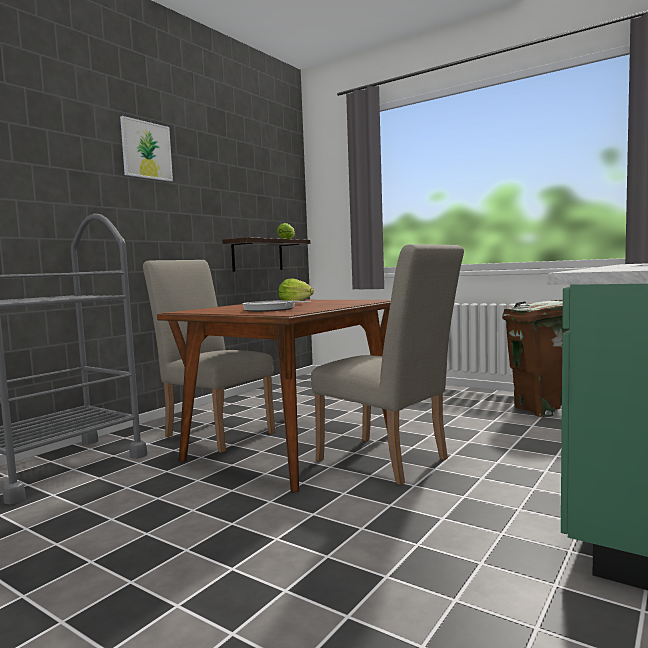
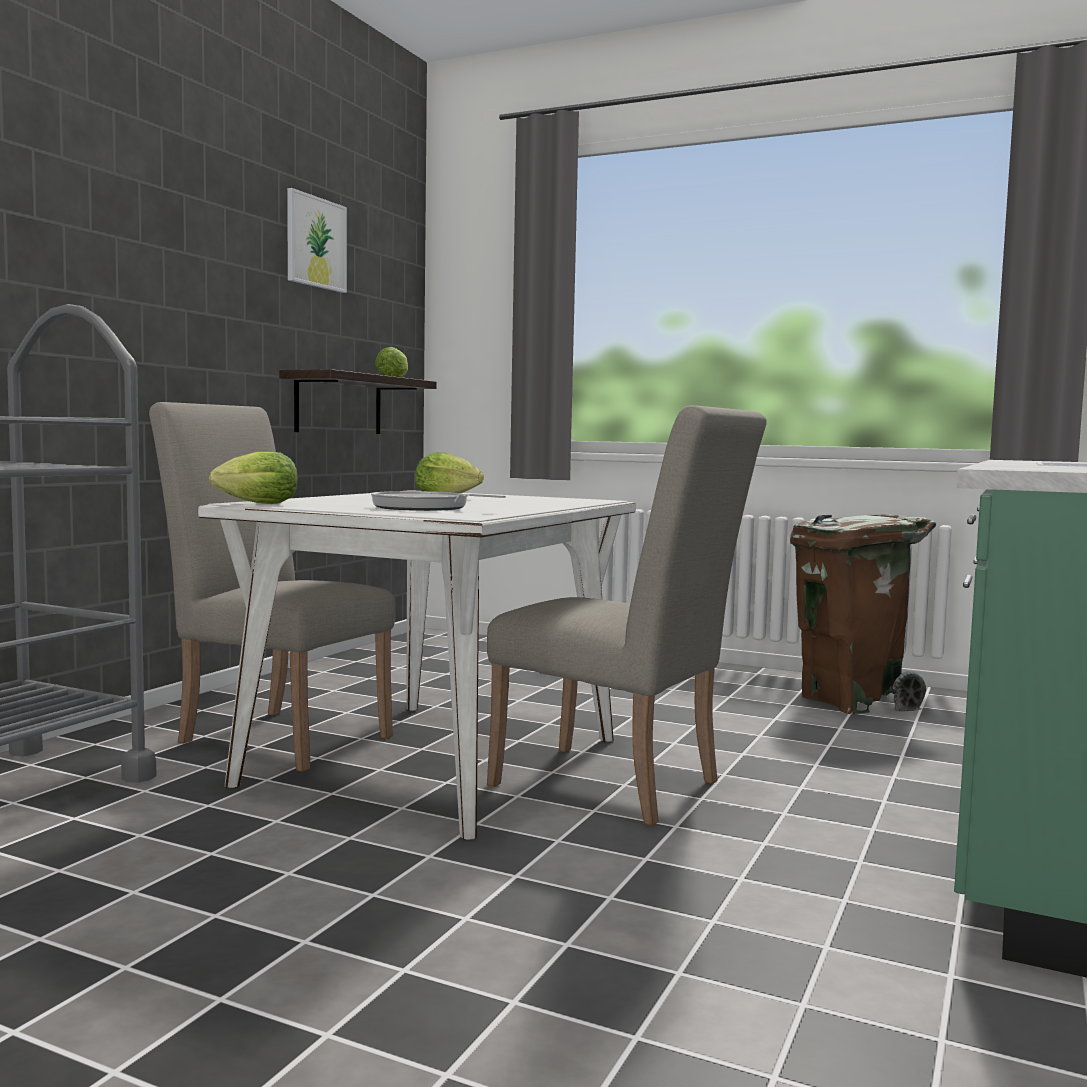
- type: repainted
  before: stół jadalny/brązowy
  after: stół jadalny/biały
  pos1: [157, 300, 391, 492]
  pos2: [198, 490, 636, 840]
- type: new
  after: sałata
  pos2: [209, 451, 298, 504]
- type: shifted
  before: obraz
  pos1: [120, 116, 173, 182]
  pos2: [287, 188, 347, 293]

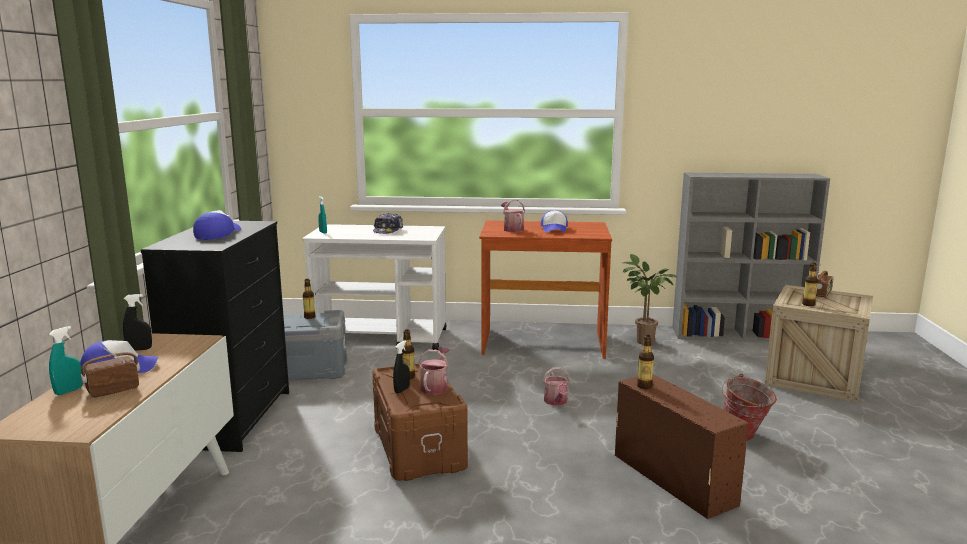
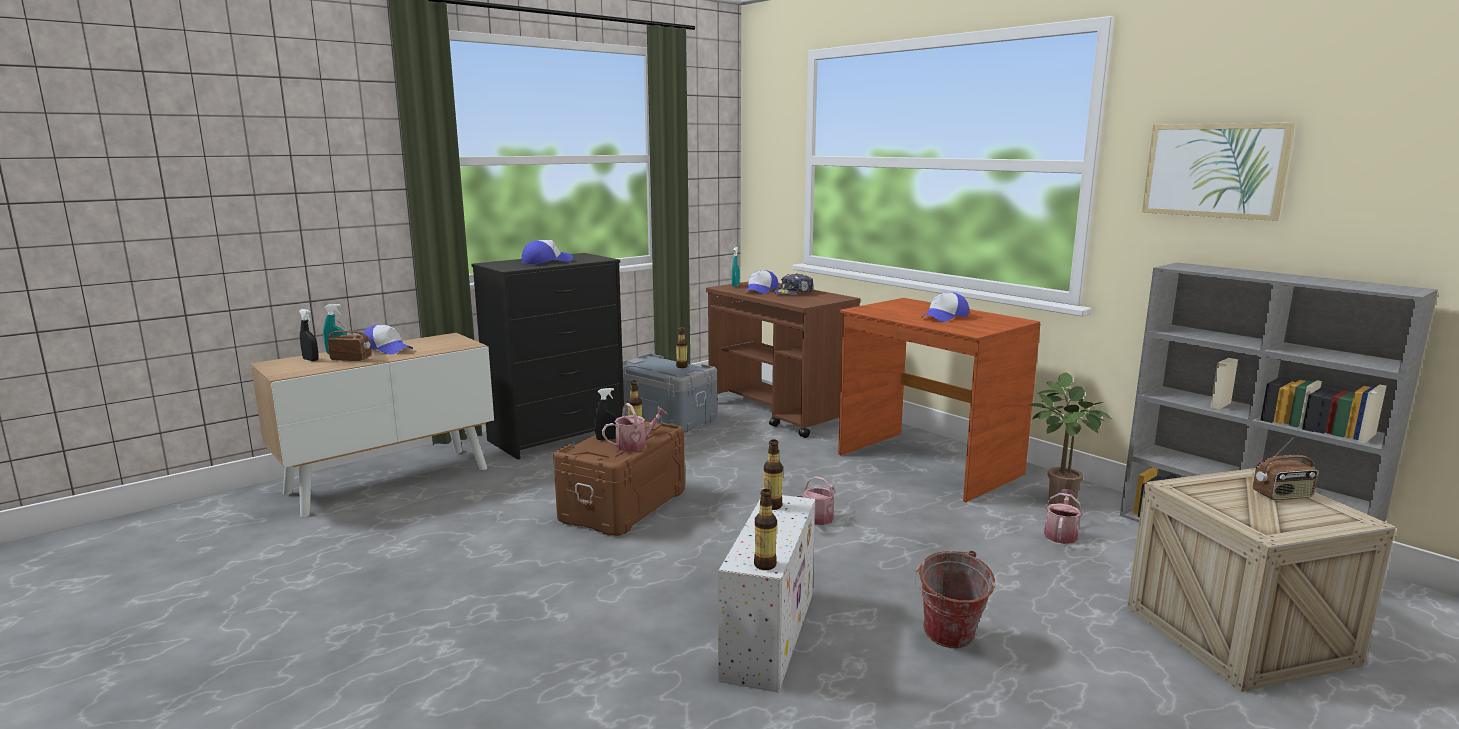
- type: shifted
  before: spryskiwacz/czarny
  pos1: [123, 294, 152, 351]
  pos2: [299, 309, 318, 361]
- type: repainted
  before: wózek/biały
  after: wózek/brązowy
  pos1: [302, 224, 446, 350]
  pos2: [706, 282, 861, 438]
- type: repainted
  before: pojemnik do przechowywania/brązowy
  after: pojemnik do przechowywania/biały
  pos1: [615, 375, 749, 519]
  pos2: [718, 495, 815, 692]
- type: new
  after: czapka z daszkiem
  pos2: [746, 270, 778, 294]
- type: shifted
  before: butelka
  pos1: [802, 263, 818, 306]
  pos2: [754, 489, 777, 570]
- type: shifted
  before: konewka
  pos1: [501, 200, 525, 232]
  pos2: [1044, 489, 1083, 544]
- type: new
  after: obraz
  pos2: [1142, 123, 1295, 221]

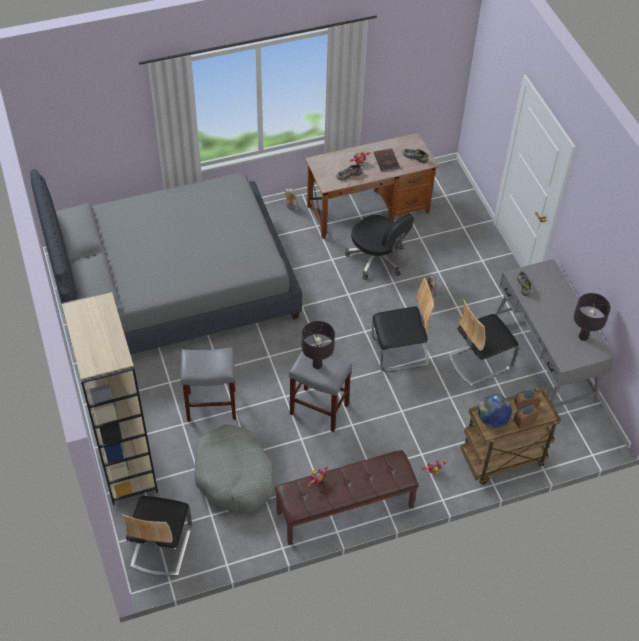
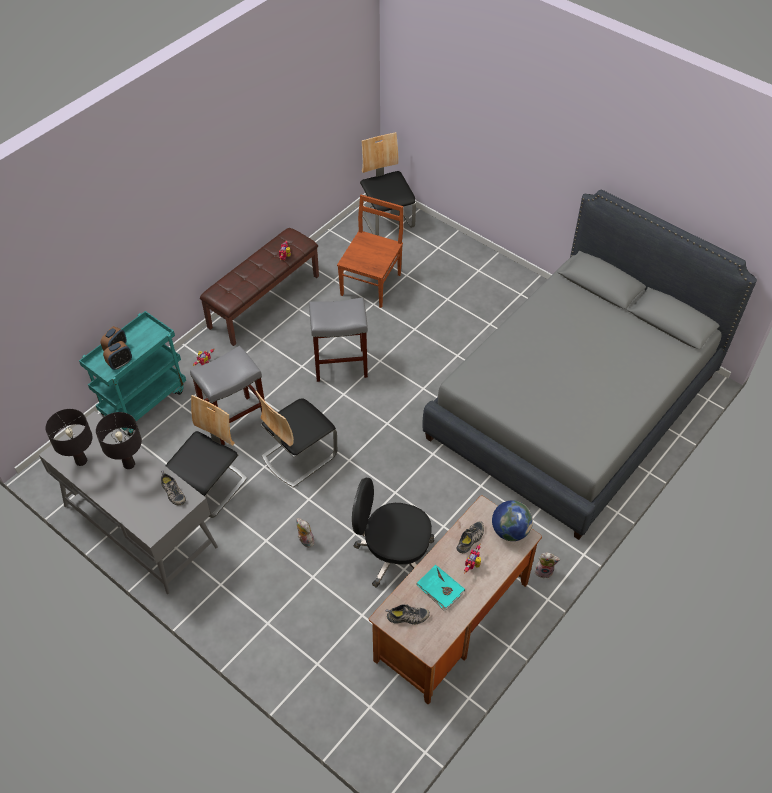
- type: repainted
  before: wózek/brązowy
  after: wózek/turkusowy
  pos1: [460, 388, 561, 485]
  pos2: [79, 311, 186, 436]
- type: shifted
  before: lampa stołowa/czarny
  pos1: [302, 321, 335, 369]
  pos2: [96, 412, 142, 469]
- type: shifted
  before: stołek/szary
  pos1: [181, 347, 236, 422]
  pos2: [190, 346, 265, 445]
- type: swapped
  before: legowisko/szary
  after: krzesło/brązowy
  pos1: [195, 425, 275, 513]
  pos2: [337, 195, 403, 308]
- type: repainted
  before: książka/brązowy
  after: książka/turkusowy
  pos1: [374, 148, 400, 172]
  pos2: [416, 565, 465, 611]
- type: shifted
  before: globus
  pos1: [478, 394, 512, 428]
  pos2: [492, 500, 533, 541]
- type: gone
  before: regał/beżowy
  pos1: [61, 291, 158, 505]

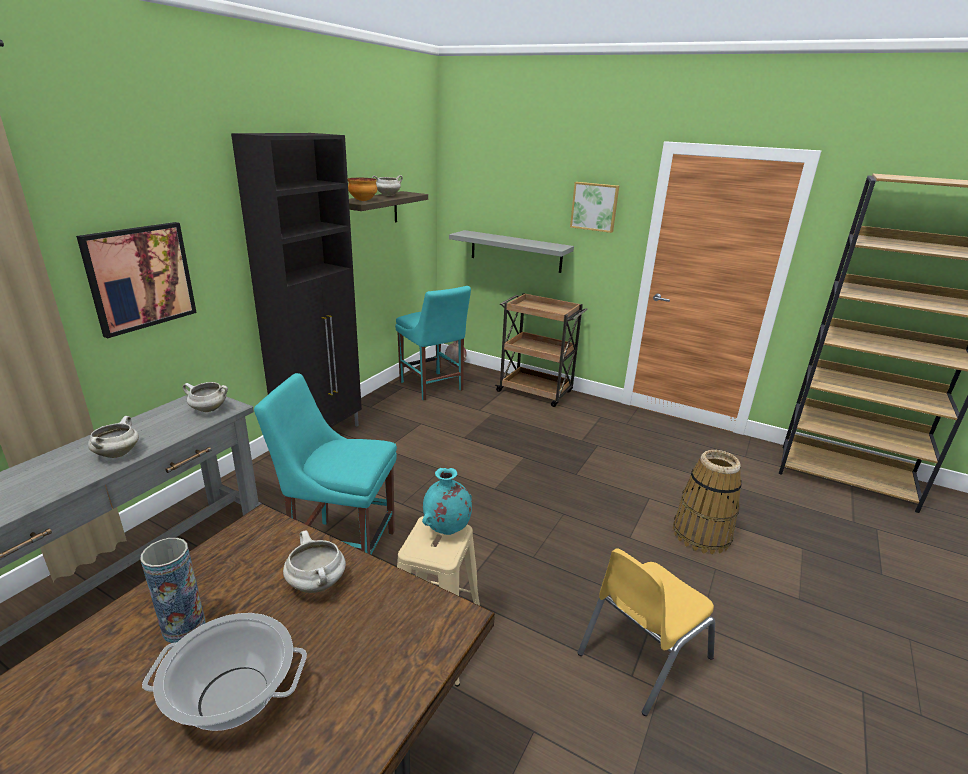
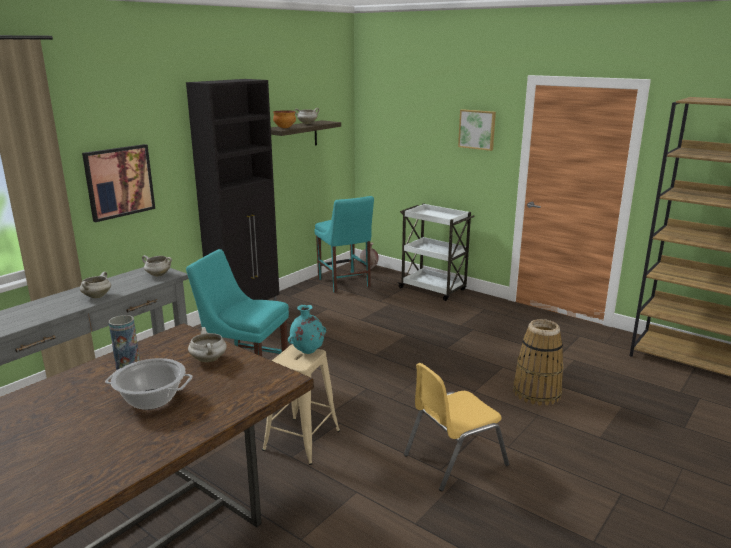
- type: repainted
  before: wózek/brązowy
  after: wózek/biały
  pos1: [494, 293, 588, 407]
  pos2: [397, 203, 475, 301]
- type: gone
  before: półka/szary
  pos1: [449, 230, 574, 273]

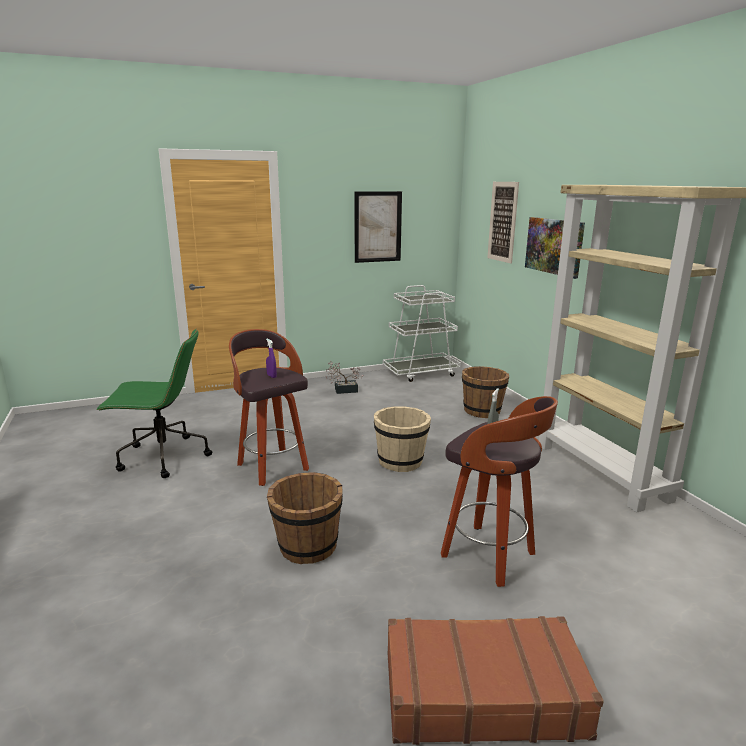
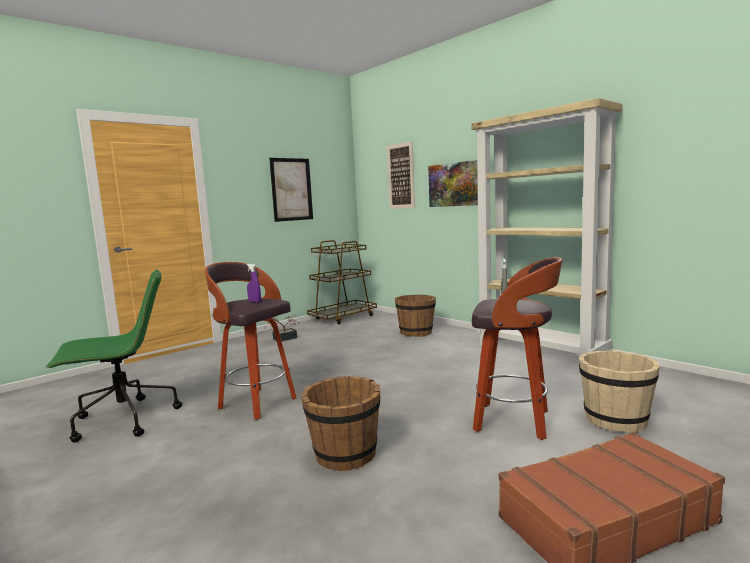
- type: repainted
  before: wózek/biały
  after: wózek/brązowy
  pos1: [383, 285, 461, 382]
  pos2: [307, 240, 377, 325]
- type: shifted
  before: wiadro/beżowy
  pos1: [374, 407, 431, 472]
  pos2: [579, 350, 660, 432]

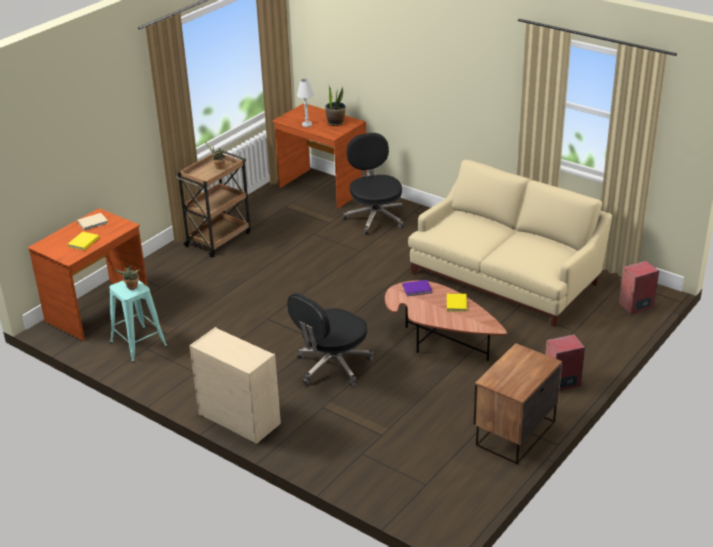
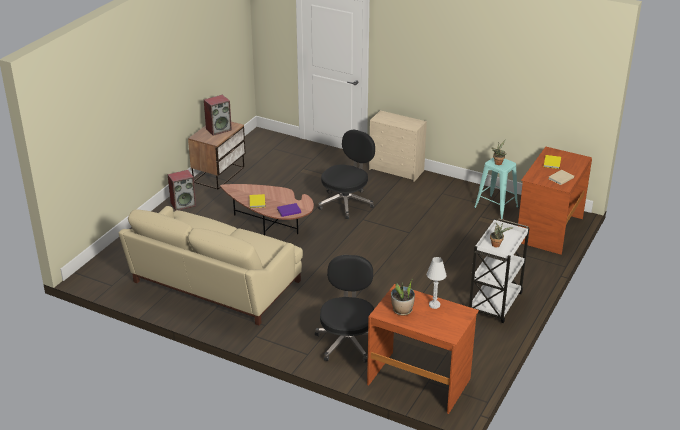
- type: shifted
  before: głośnik
  pos1: [619, 261, 659, 314]
  pos2: [204, 95, 232, 136]
- type: rotated
  before: krzesło biurowe/czarny
  pos1: [343, 133, 404, 235]
  pos2: [315, 255, 374, 363]
  turn: -150
- type: repainted
  before: wózek/brązowy
  after: wózek/biały
  pos1: [176, 151, 251, 257]
  pos2: [469, 219, 529, 323]

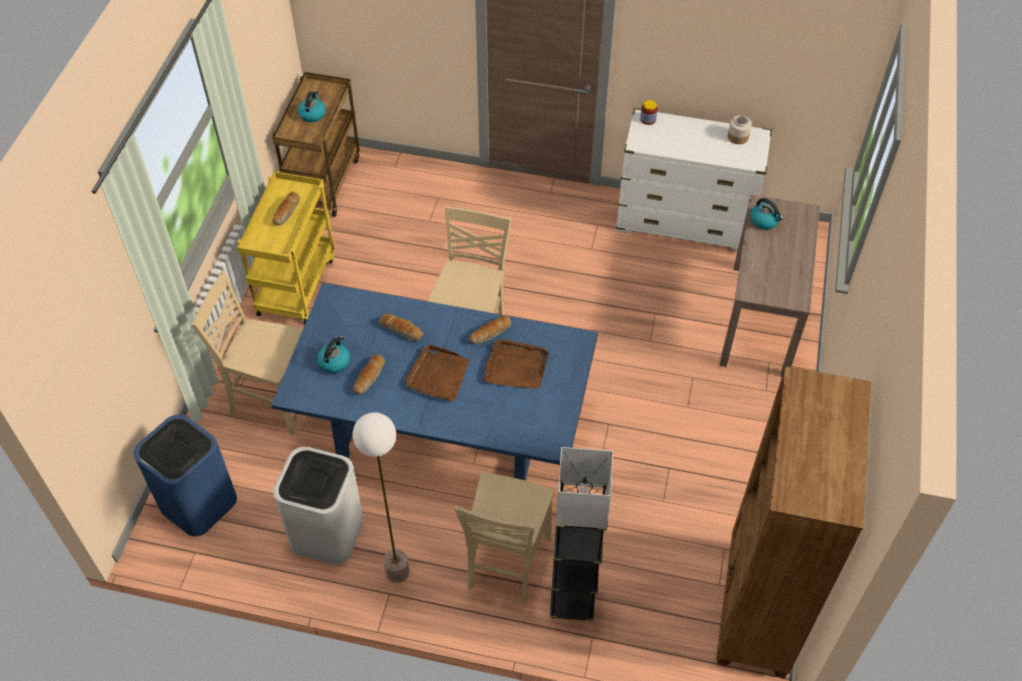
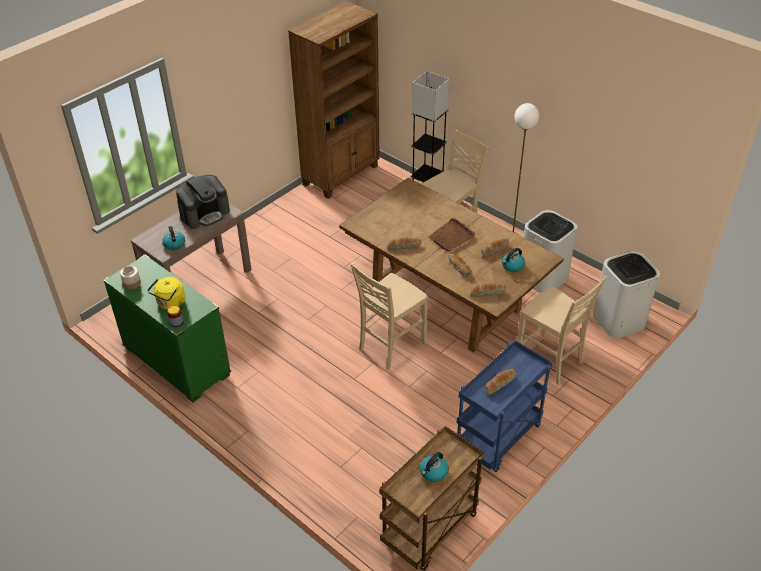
- type: repainted
  before: komoda/biały
  after: komoda/zielony
  pos1: [616, 108, 772, 252]
  pos2: [103, 254, 231, 403]
- type: new
  after: czajnik/żółty
  pos2: [147, 277, 186, 310]
- type: new
  after: ekspres do kawy
  pos2: [176, 175, 230, 229]
- type: repainted
  before: stół jadalny/niebieski
  after: stół jadalny/brązowy
  pos1: [271, 283, 598, 481]
  pos2: [339, 178, 564, 353]
- type: repainted
  before: wózek/żółty
  after: wózek/niebieski
  pos1: [237, 171, 334, 325]
  pos2: [457, 340, 552, 472]
- type: new
  after: chleb
  pos2: [470, 283, 506, 297]
- type: repainted
  before: kosz na śmieci/niebieski
  after: kosz na śmieci/biały
  pos1: [134, 414, 237, 536]
  pos2: [593, 251, 660, 338]
- type: gone
  before: taca/brązowy
  pos1: [483, 339, 549, 389]

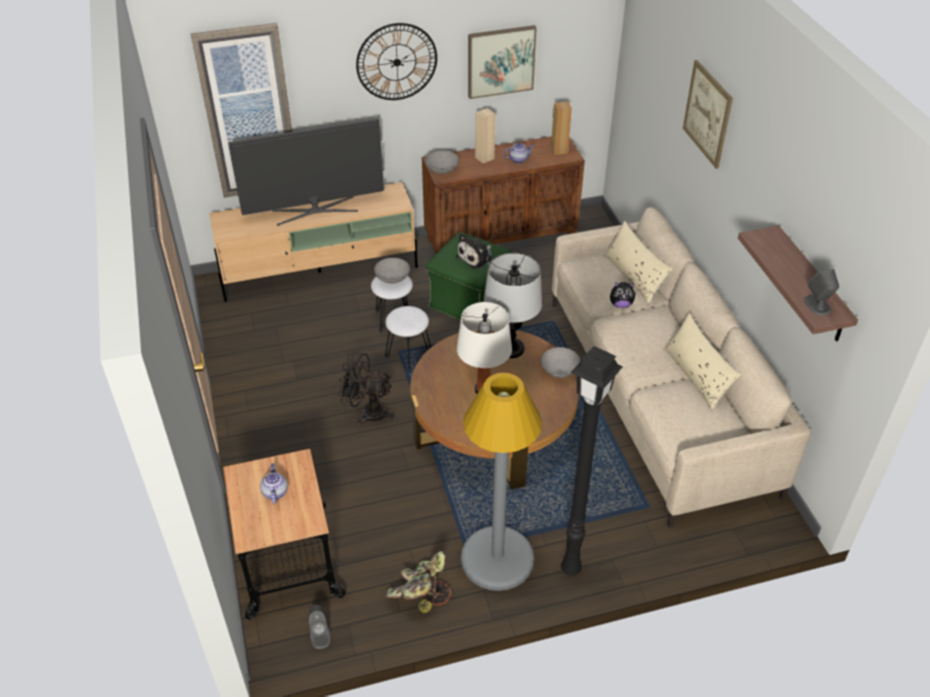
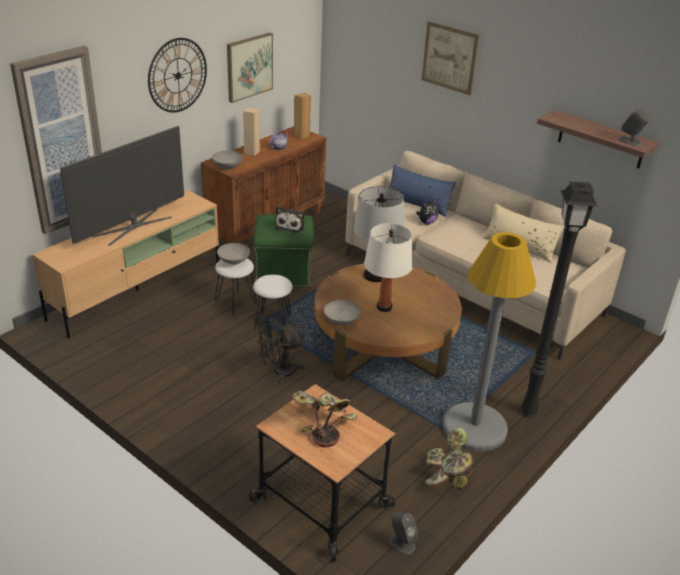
- type: swapped
  before: imbryk
  after: roślina doniczkowa
  pos1: [260, 463, 288, 504]
  pos2: [292, 390, 357, 448]
- type: shifted
  before: miska/szary
  pos1: [541, 347, 581, 378]
  pos2: [324, 300, 361, 325]
- type: repainted
  before: poduszka/beżowy
  after: poduszka/niebieski
  pos1: [603, 221, 673, 305]
  pos2: [389, 164, 456, 217]

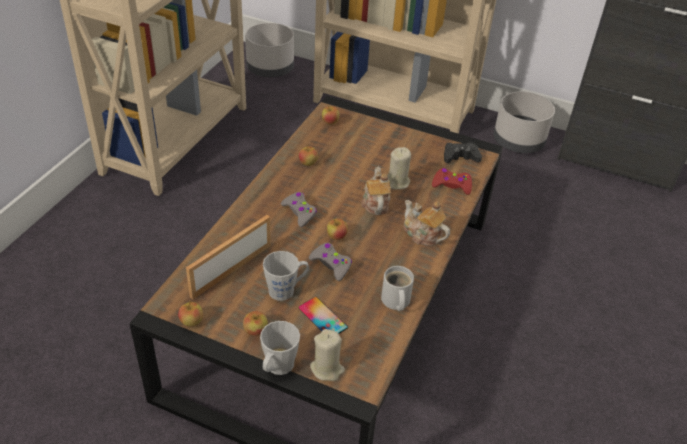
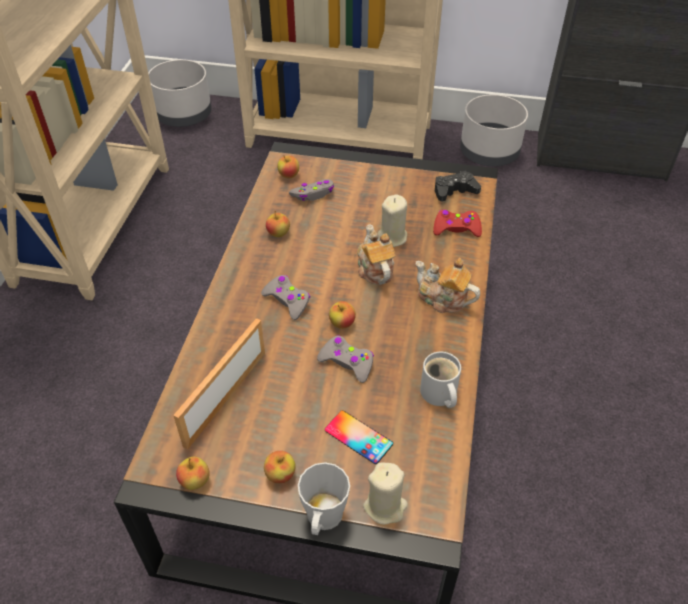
- type: new
  after: pad do gier/szary
  pos2: [289, 179, 334, 201]
- type: gone
  before: kubek/szary
  pos1: [263, 251, 309, 301]

